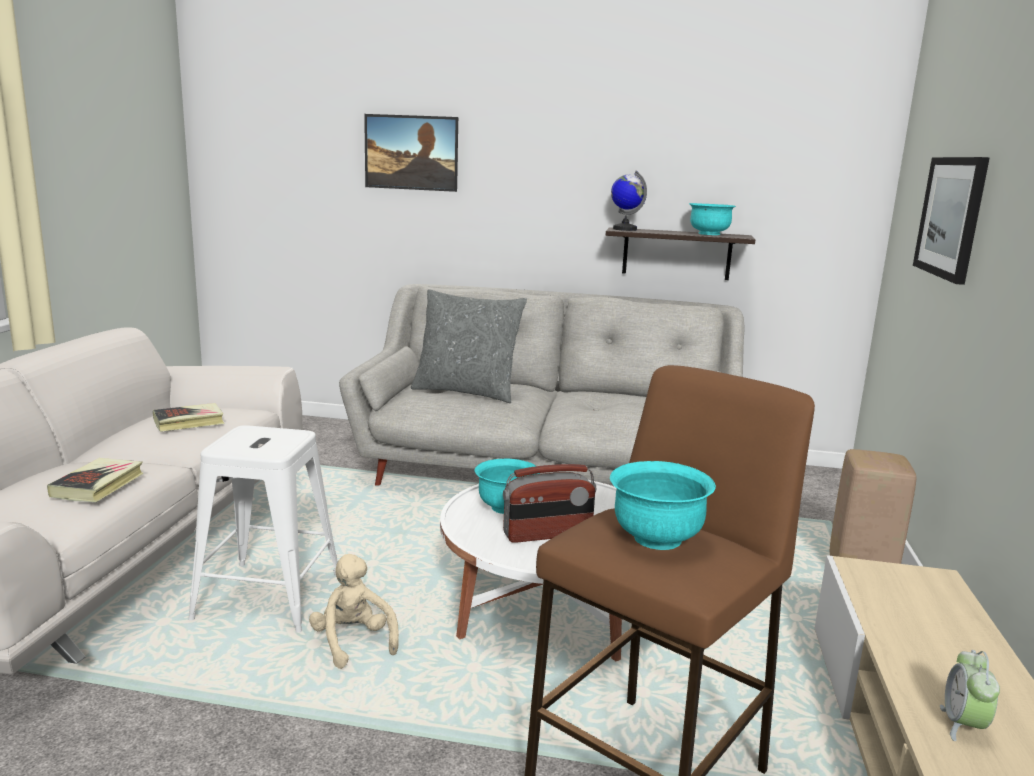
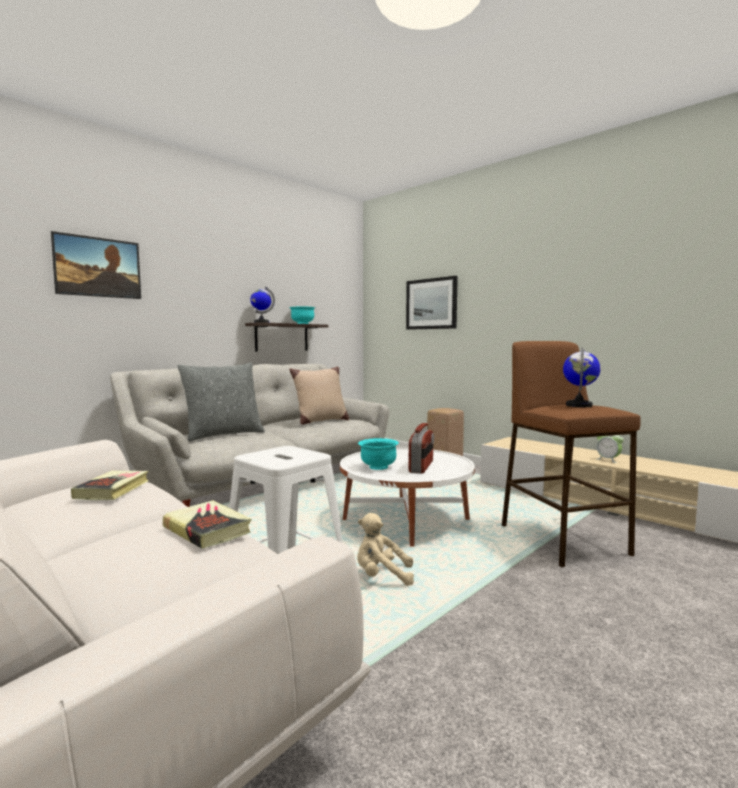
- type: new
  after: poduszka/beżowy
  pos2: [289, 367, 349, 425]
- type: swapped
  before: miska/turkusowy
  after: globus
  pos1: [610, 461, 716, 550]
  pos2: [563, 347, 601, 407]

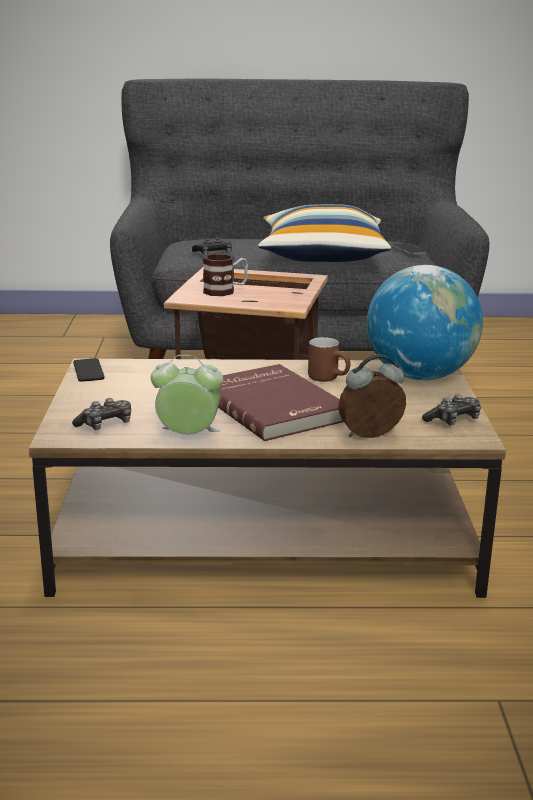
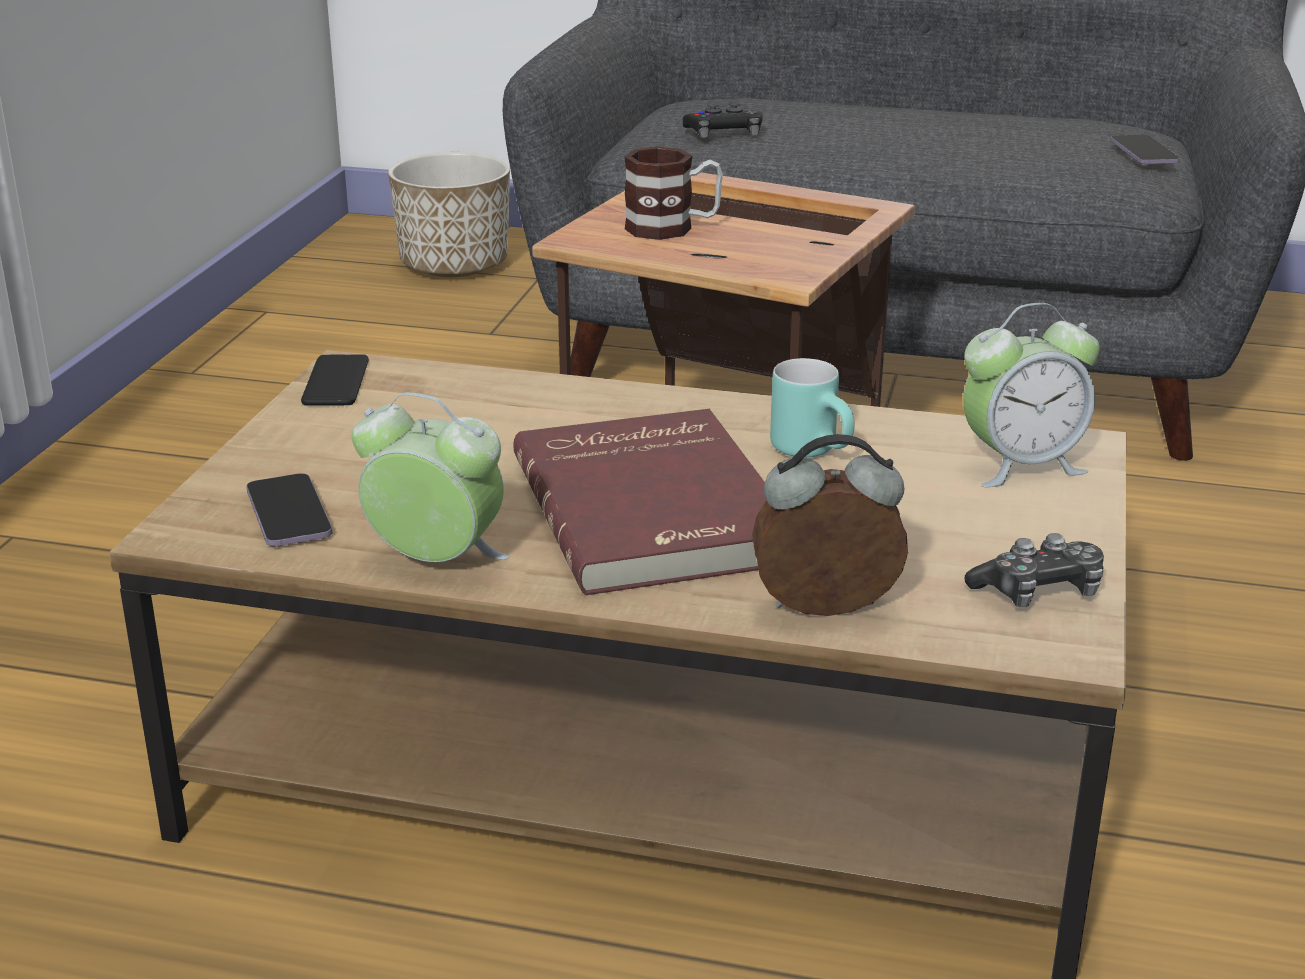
- type: swapped
  before: pad do gier
  after: telefon
  pos1: [72, 398, 131, 430]
  pos2: [246, 473, 333, 547]
- type: new
  after: donica
  pos2: [388, 152, 510, 277]
- type: repainted
  before: kubek/brązowy
  after: kubek/turkusowy
  pos1: [308, 337, 350, 382]
  pos2: [770, 358, 855, 457]
- type: swapped
  before: globus
  after: budzik
  pos1: [367, 265, 483, 380]
  pos2: [963, 303, 1100, 487]
- type: gone
  before: poduszka
  pos1: [258, 204, 391, 262]

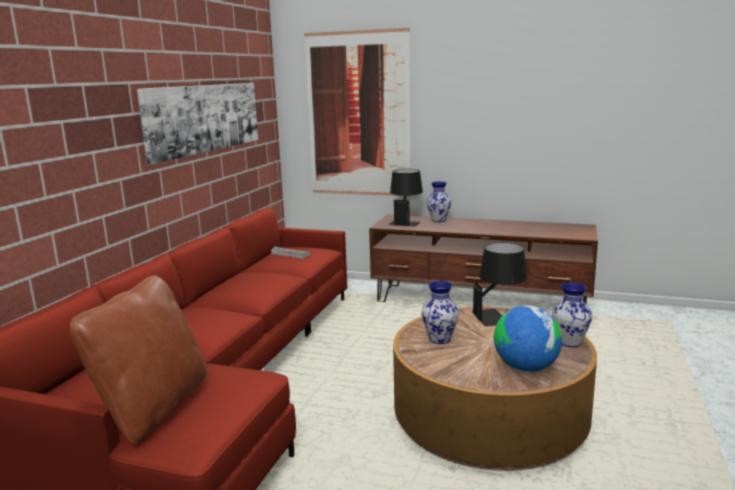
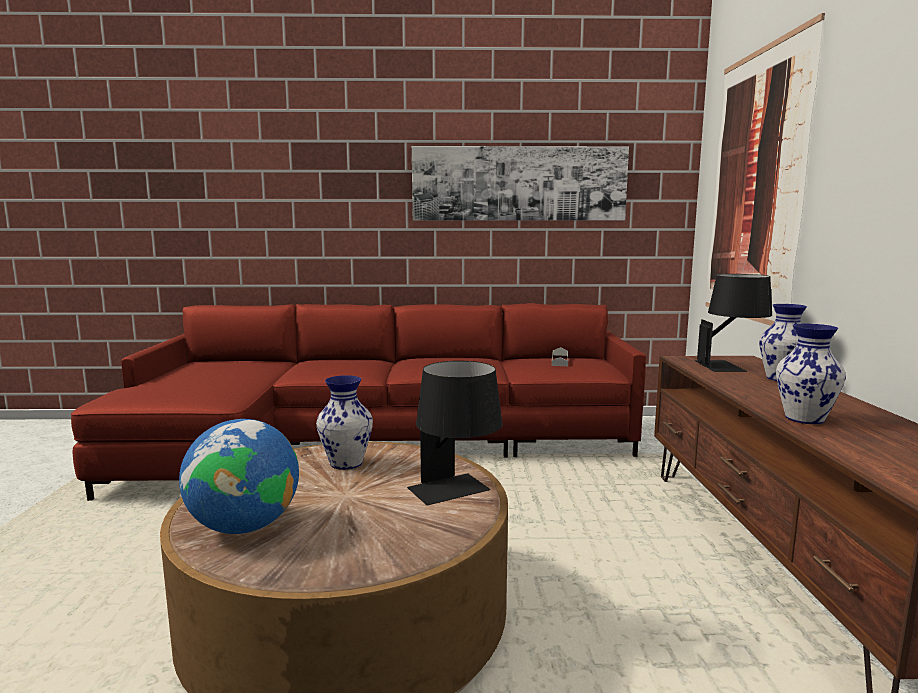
- type: shifted
  before: wazon
  pos1: [552, 282, 592, 347]
  pos2: [776, 324, 846, 424]
- type: gone
  before: poduszka/brązowy
  pos1: [69, 275, 207, 444]

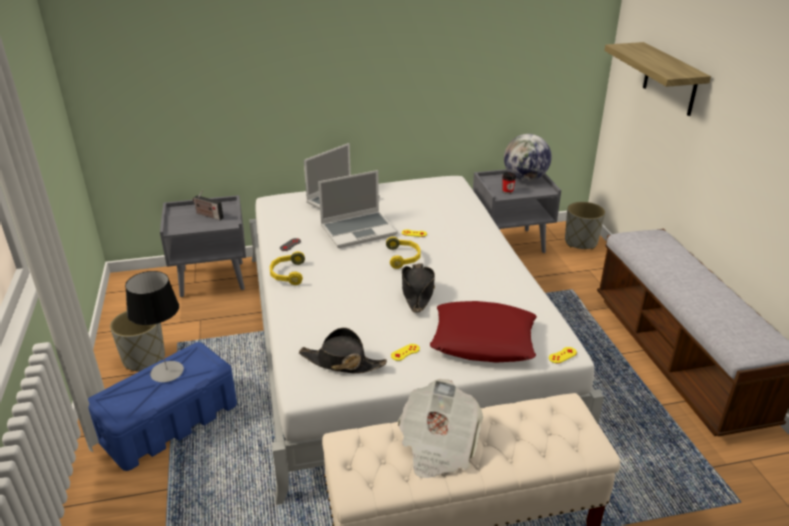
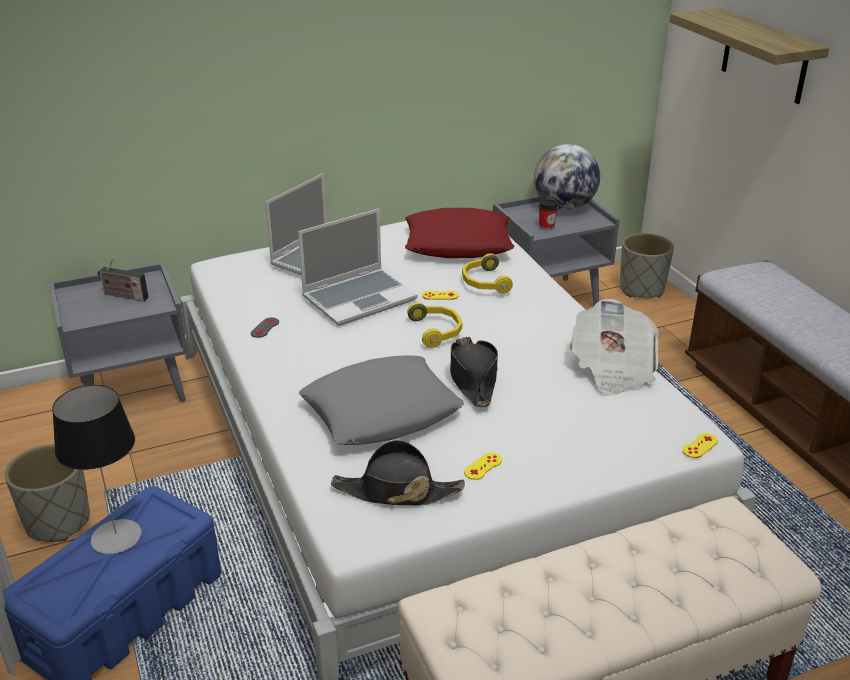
- type: new
  after: poduszka/szary
  pos2: [299, 356, 464, 445]
- type: shifted
  before: poduszka/czerwony
  pos1: [430, 301, 537, 363]
  pos2: [405, 208, 515, 258]
- type: shifted
  before: słuchawki/żółty
  pos1: [270, 251, 305, 285]
  pos2: [462, 253, 513, 294]
- type: shifted
  before: gazeta
  pos1: [398, 379, 483, 478]
  pos2: [570, 299, 659, 396]

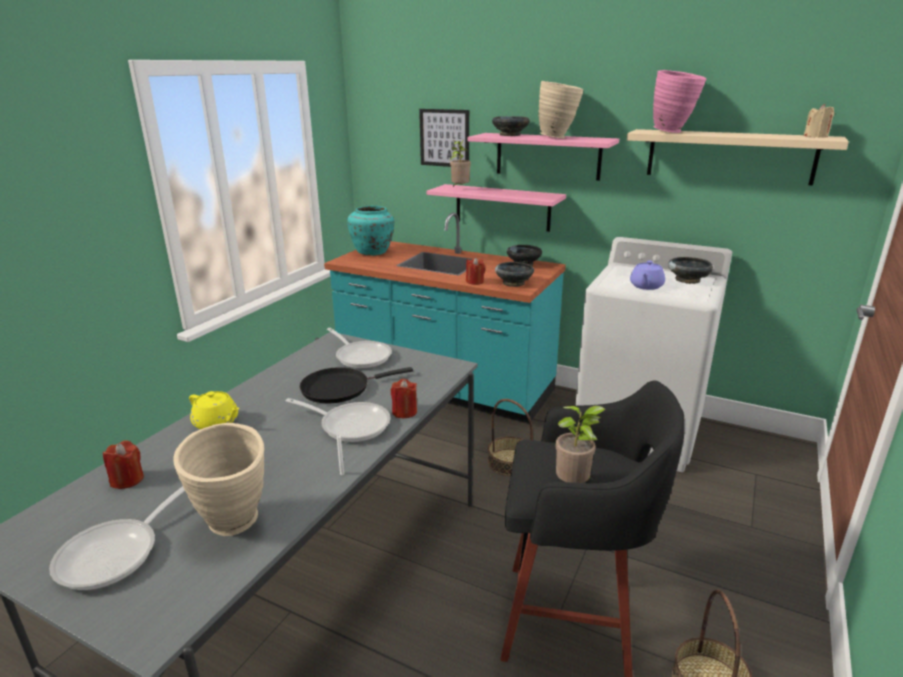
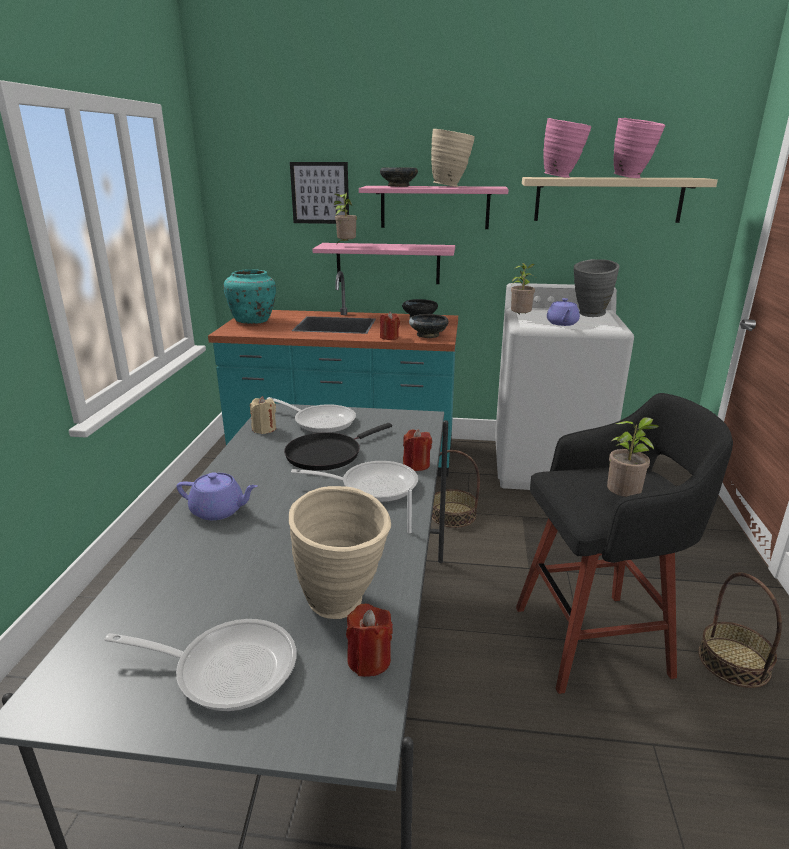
- type: rotated
  before: patelnia
  pos1: [49, 486, 185, 590]
  pos2: [104, 619, 296, 711]
  turn: -90
- type: repainted
  before: imbryk/żółty
  after: imbryk/fioletowy
  pos1: [189, 391, 240, 429]
  pos2: [177, 472, 257, 520]
- type: shifted
  before: świeca/beżowy
  pos1: [804, 104, 834, 138]
  pos2: [250, 396, 276, 434]
- type: shifted
  before: świeca/czerwony
  pos1: [103, 440, 144, 489]
  pos2: [346, 604, 393, 677]
- type: new
  after: roślina doniczkowa
  pos2: [511, 263, 535, 315]
- type: swapped
  before: miska/czarny
  after: wazon/szary
  pos1: [668, 257, 713, 284]
  pos2: [574, 259, 619, 317]
- type: new
  after: wazon/różowy
  pos2: [614, 118, 665, 178]

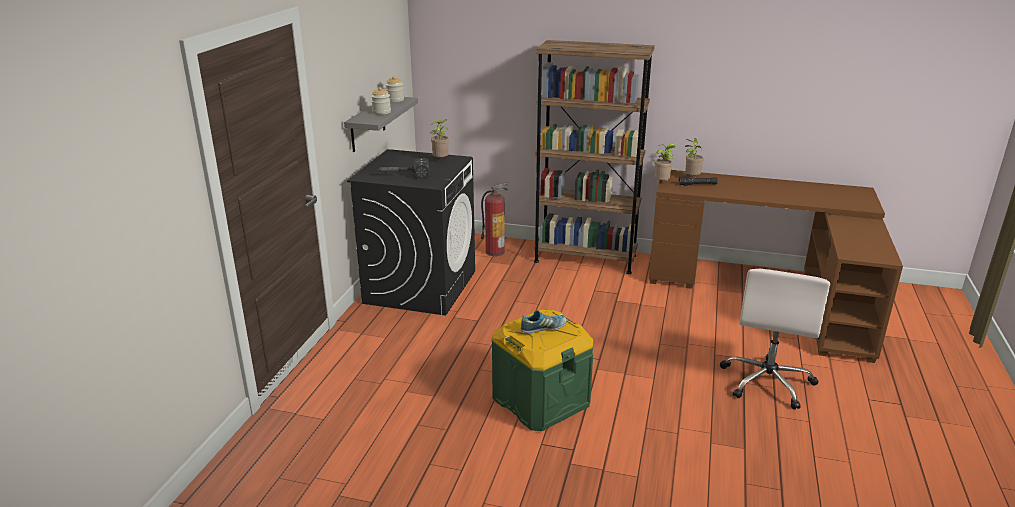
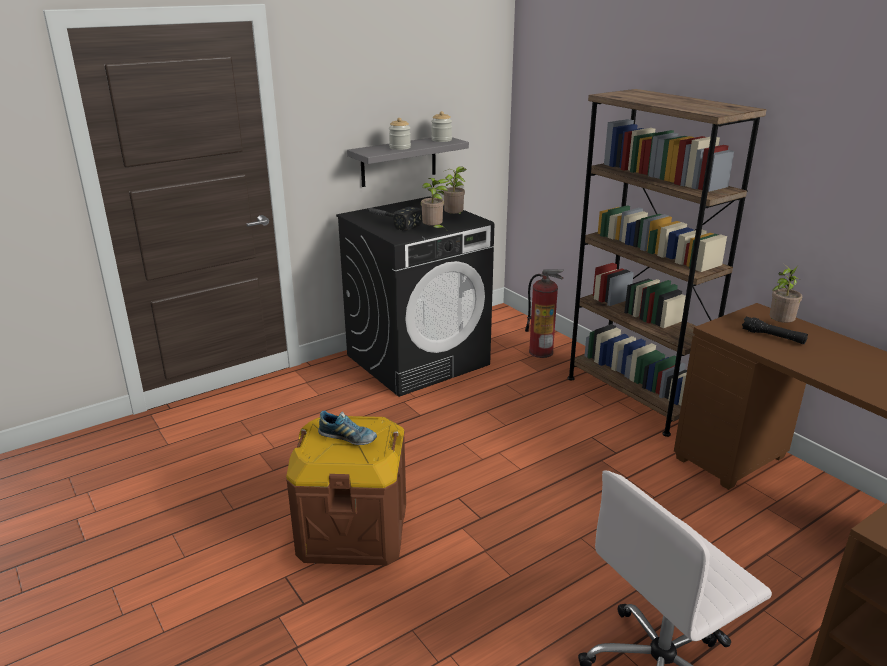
- type: repainted
  before: pojemnik do przechowywania/zielony
  after: pojemnik do przechowywania/brązowy
  pos1: [491, 309, 594, 431]
  pos2: [286, 416, 406, 566]
- type: shifted
  before: roślina doniczkowa
  pos1: [654, 143, 676, 181]
  pos2: [421, 178, 449, 229]

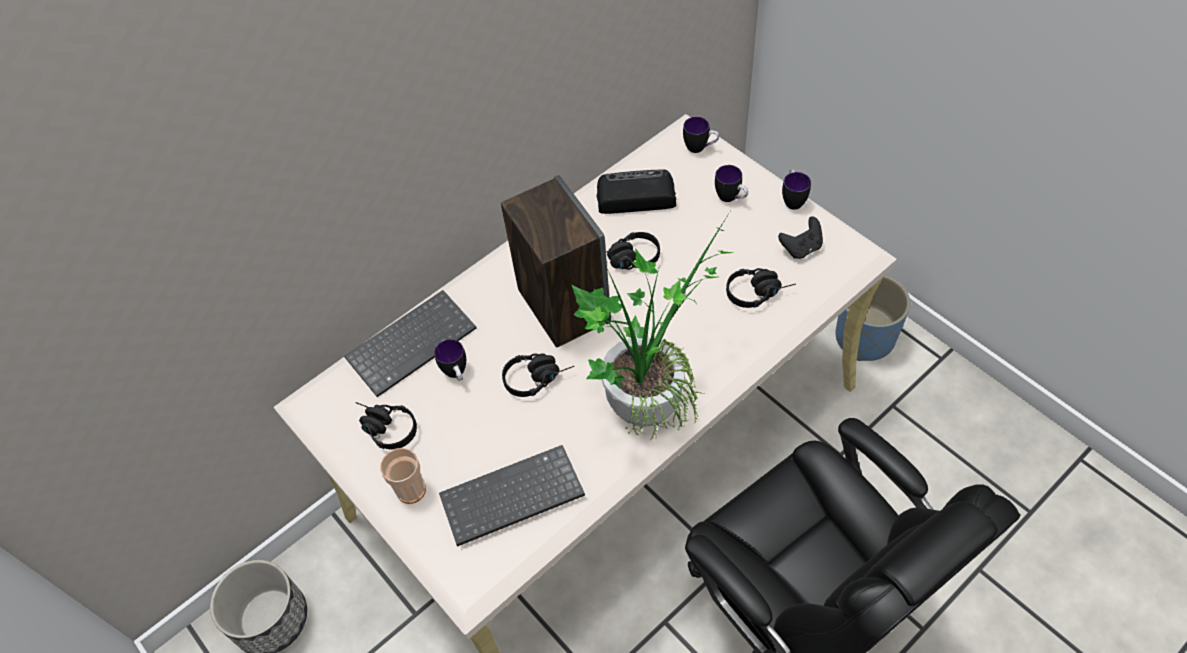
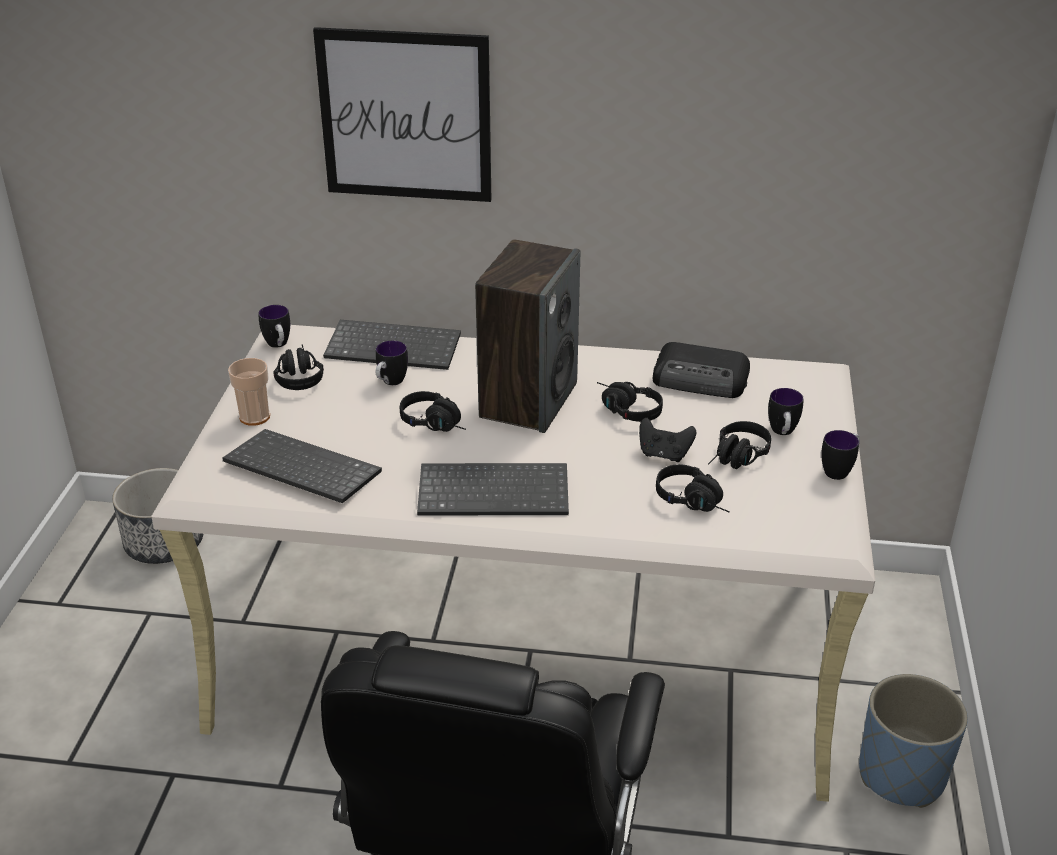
- type: shifted
  before: kubek
  pos1: [683, 117, 719, 153]
  pos2: [258, 305, 290, 348]
- type: new
  after: obraz
  pos2: [313, 27, 491, 202]
- type: swapped
  before: roślina doniczkowa
  after: klawiatura
  pos1: [572, 212, 734, 441]
  pos2: [417, 463, 569, 516]
- type: shifted
  before: pad do gier/czarny
  pos1: [778, 216, 823, 259]
  pos2: [639, 418, 696, 462]
- type: rotated
  before: radio
  pos1: [597, 169, 676, 214]
  pos2: [653, 342, 750, 398]
  turn: 150
- type: new
  after: słuchawki/czarny
  pos2: [708, 421, 771, 469]

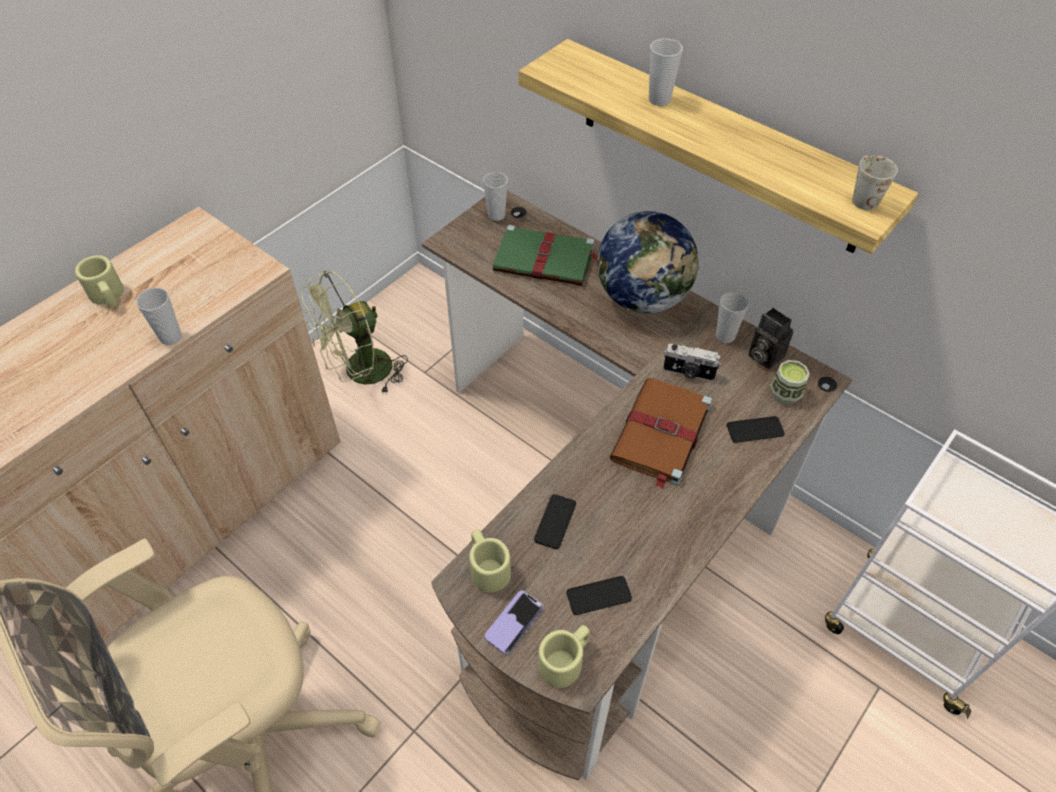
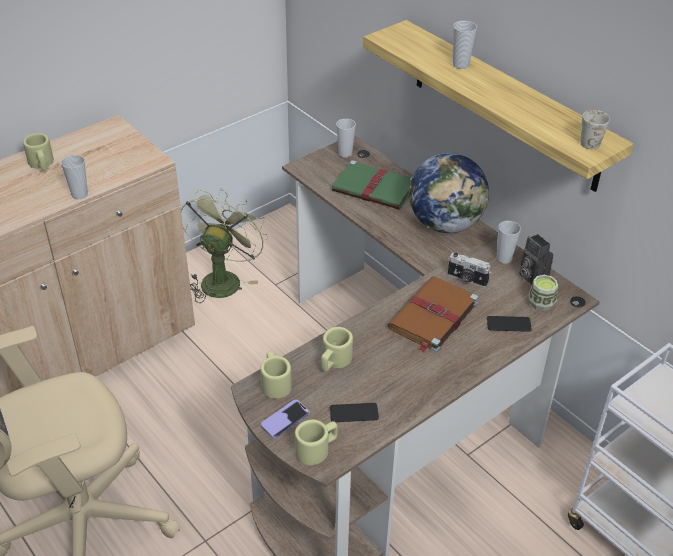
- type: rotated
  before: wentylator/zielony
  pos1: [301, 270, 408, 394]
  pos2: [181, 189, 268, 303]
  turn: 135
- type: swapped
  before: telefon
  after: kubek/beżowy
  pos1: [534, 494, 576, 549]
  pos2: [321, 327, 353, 371]

